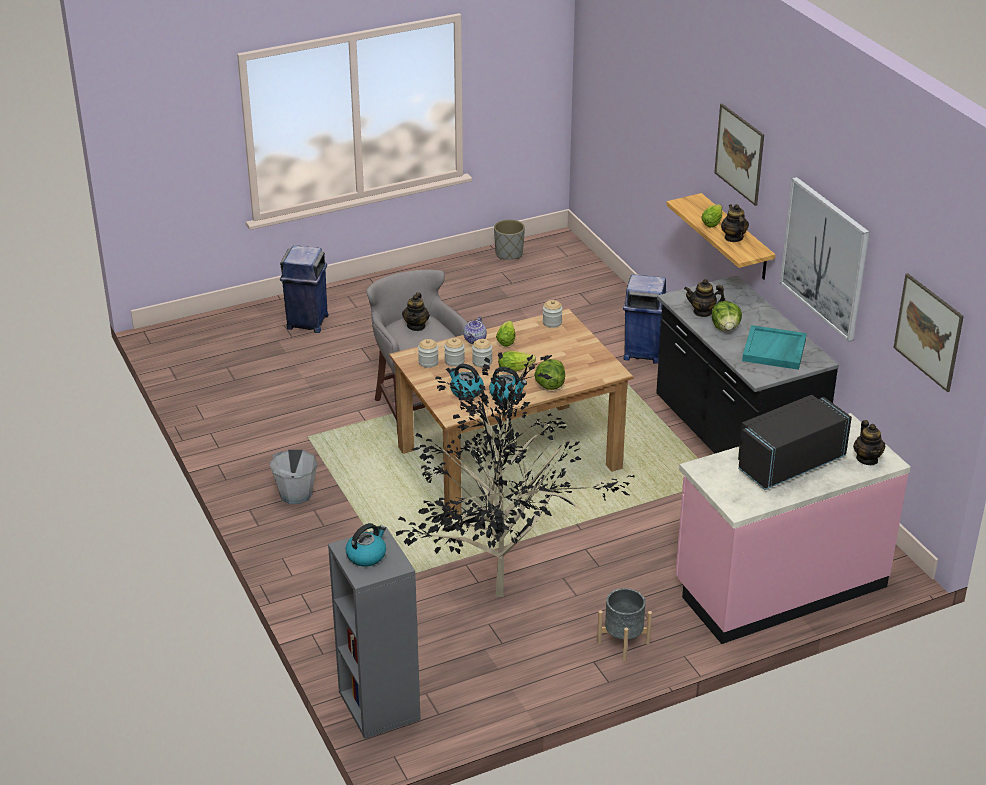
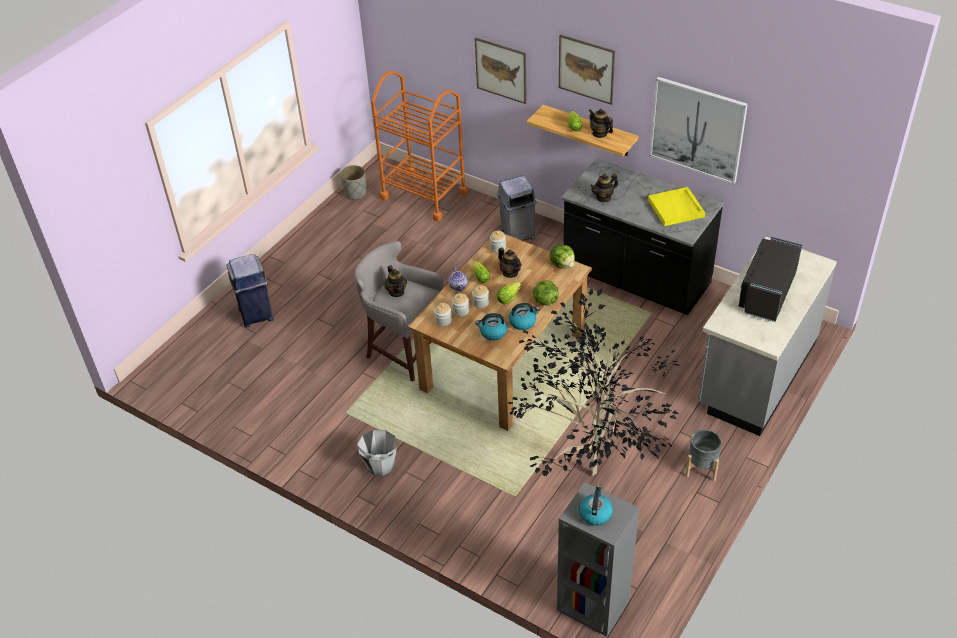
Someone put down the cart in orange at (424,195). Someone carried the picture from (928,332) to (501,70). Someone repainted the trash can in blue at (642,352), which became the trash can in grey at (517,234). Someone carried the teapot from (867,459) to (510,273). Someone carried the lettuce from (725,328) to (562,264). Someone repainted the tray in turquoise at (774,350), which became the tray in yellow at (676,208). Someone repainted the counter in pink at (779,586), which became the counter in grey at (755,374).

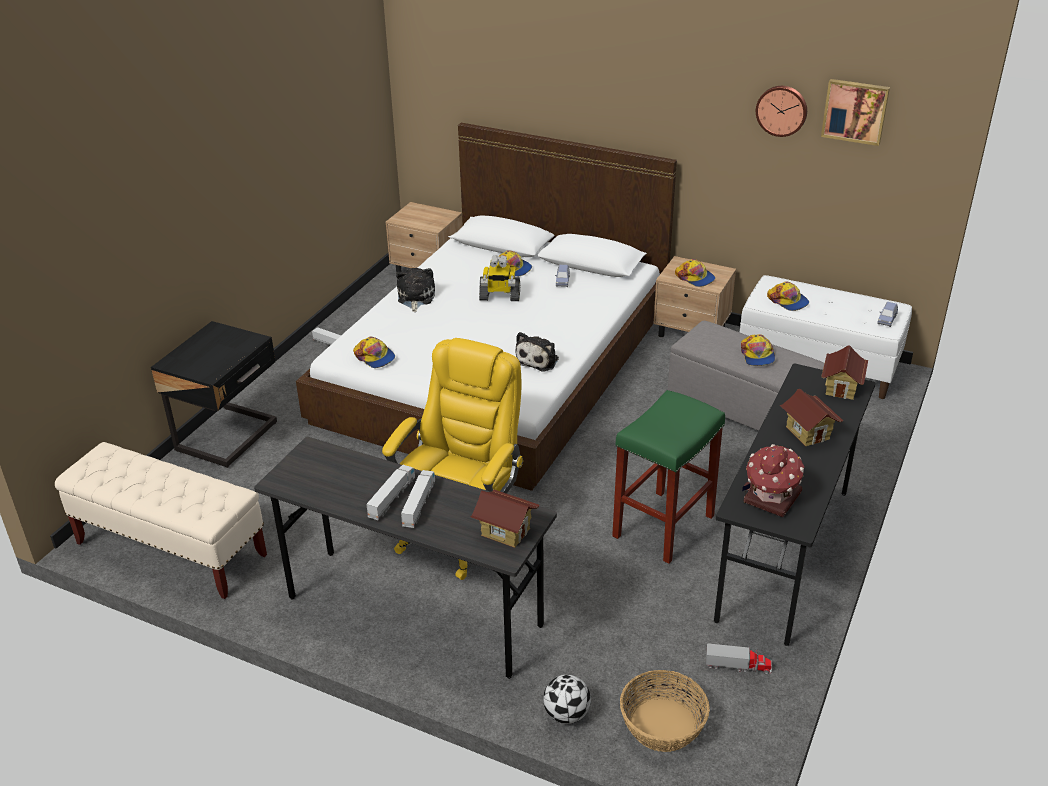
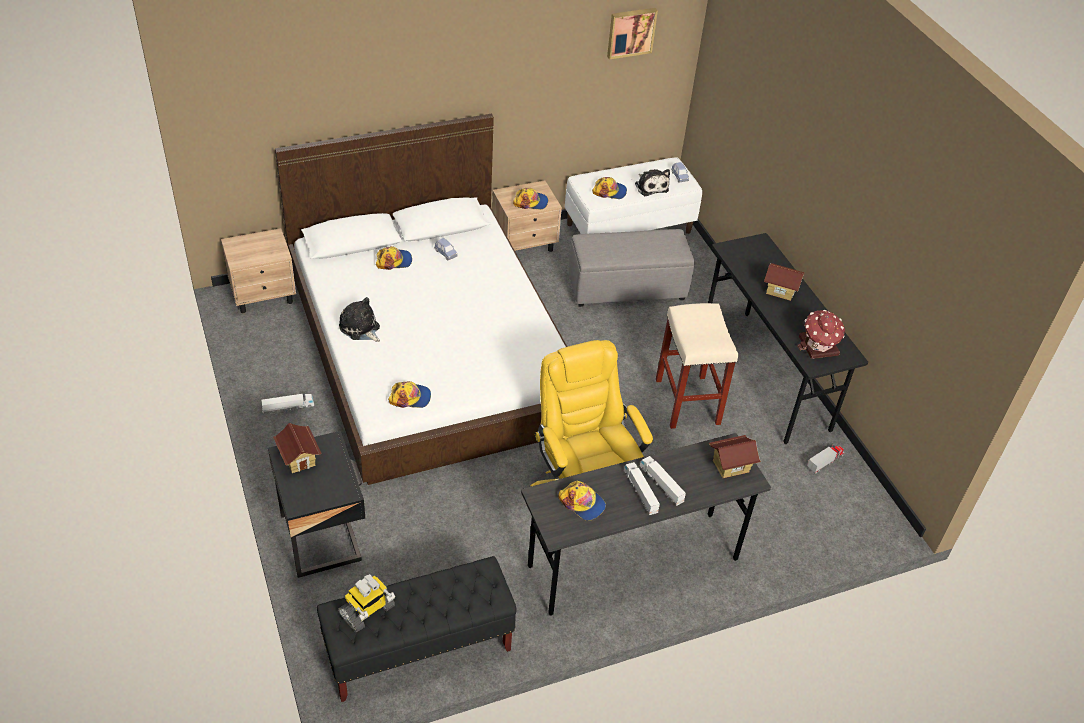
Someone carried the toy house from (841,388) to (299,459). Someone repainted the bench in beige at (171,549), which became the bench in black at (418,649). Someone carried the toy robot from (499,296) to (367,611). Someone carried the cap from (757,355) to (582,503). Someone carried the plush toy from (538,360) to (650,186). Someone repainted the stool in green at (663,525), which became the stool in beige at (686,401). Someone took away the football at (566,714). Someone took away the basket at (662,724). Someone took away the wall clock at (782,110).

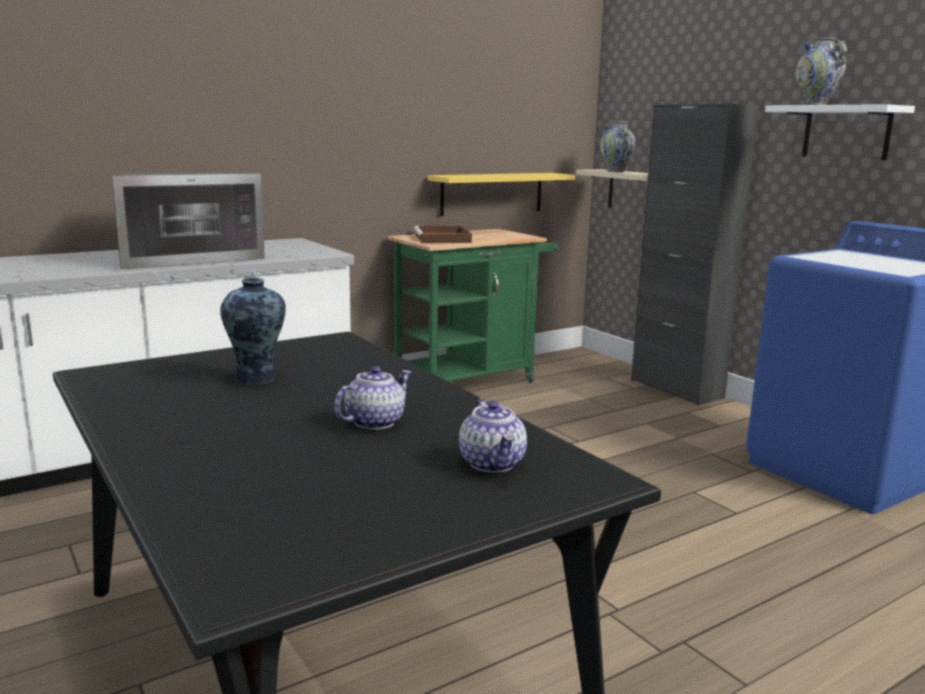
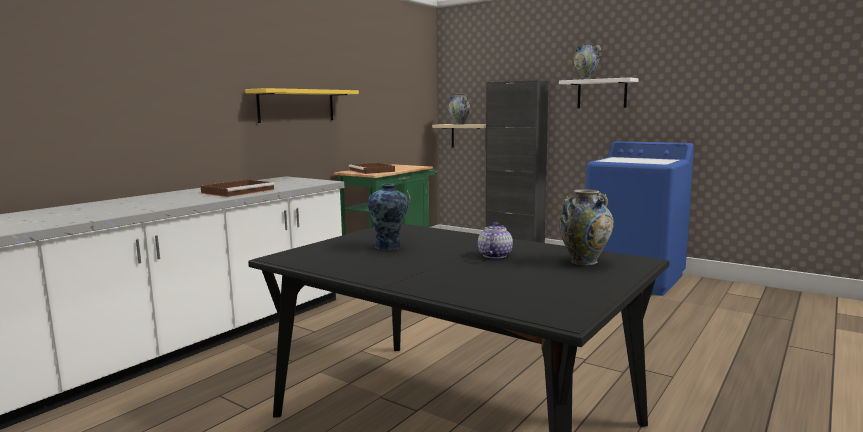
Someone swapped the microwave at (187,258) for the tray in brown at (239,191). Someone carried the shelf in yellow from (492,193) to (296,105). Someone swapped the teapot at (493,463) for the vase at (584,262).

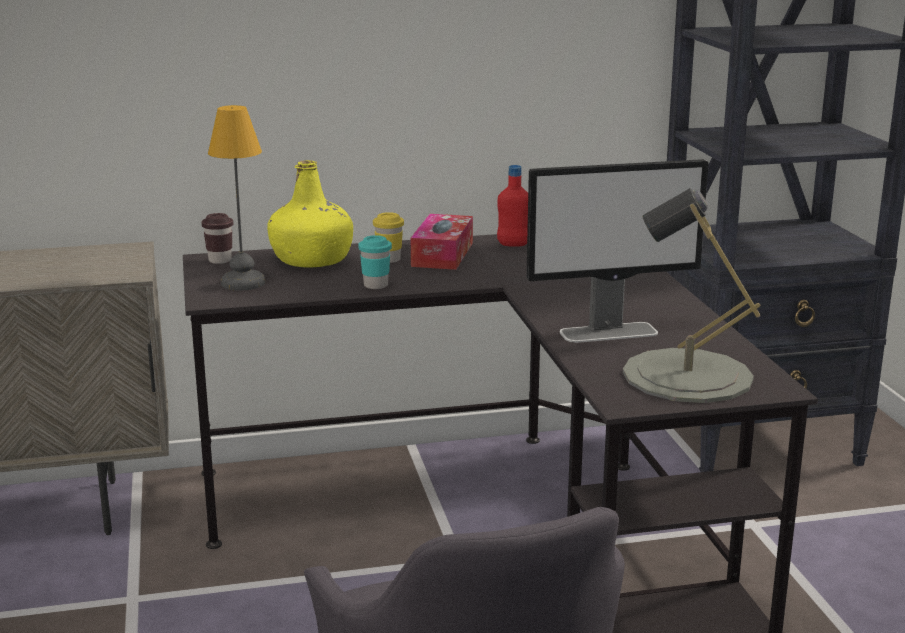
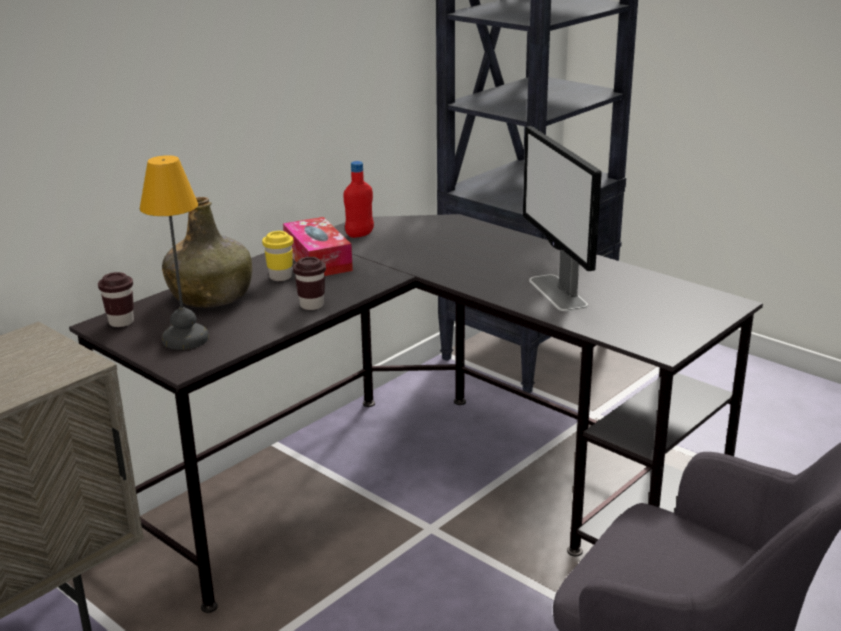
Someone repainted the bottle in yellow at (312,260), which became the bottle in green at (211,296). Someone repainted the cup in turquoise at (376,285), which became the cup in brown at (311,305). Someone rotated the monitor at (609,332) by 120 degrees clockwise. Someone took away the table lamp in grey at (687,376).

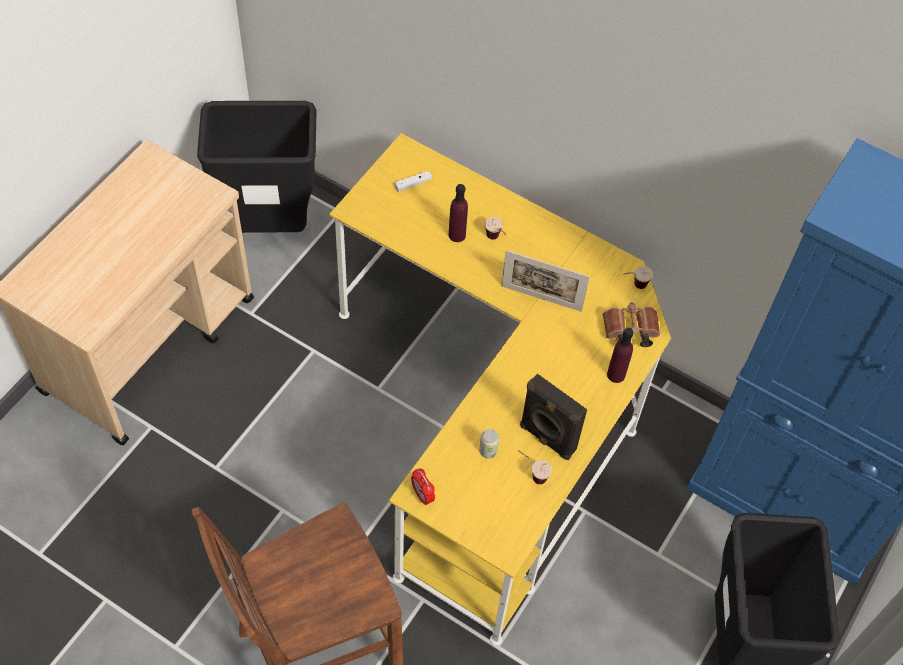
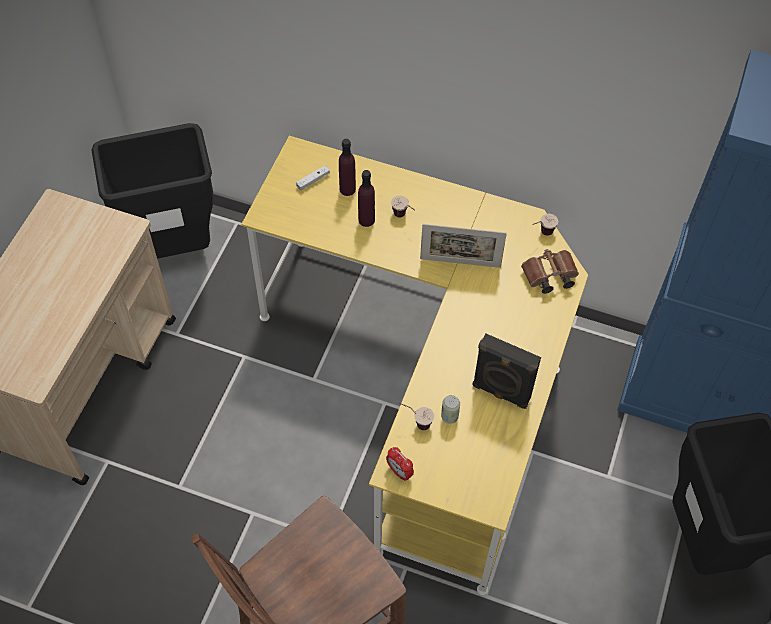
Someone carried the bottle in purple from (616,374) to (347,189). Someone carried the cup from (532,474) to (415,422).

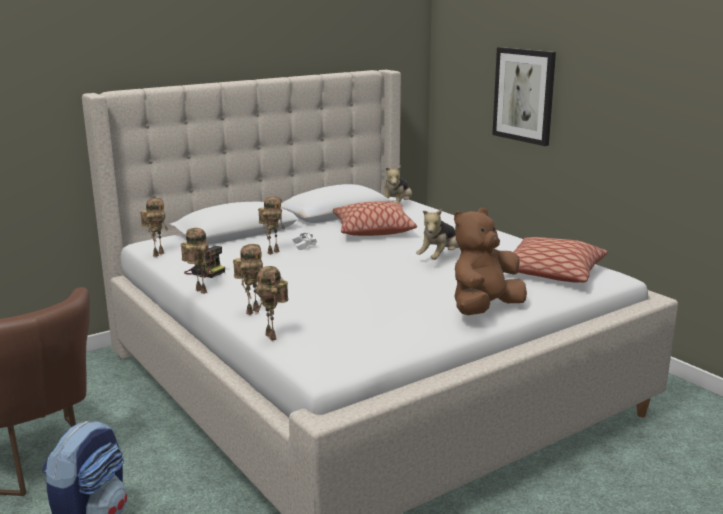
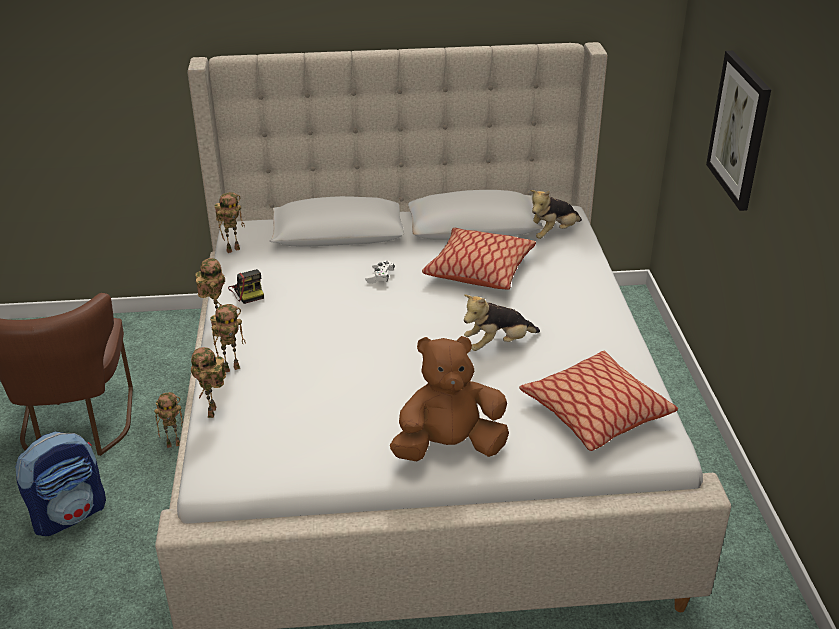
Someone carried the toy robot from (273,252) to (174,444).

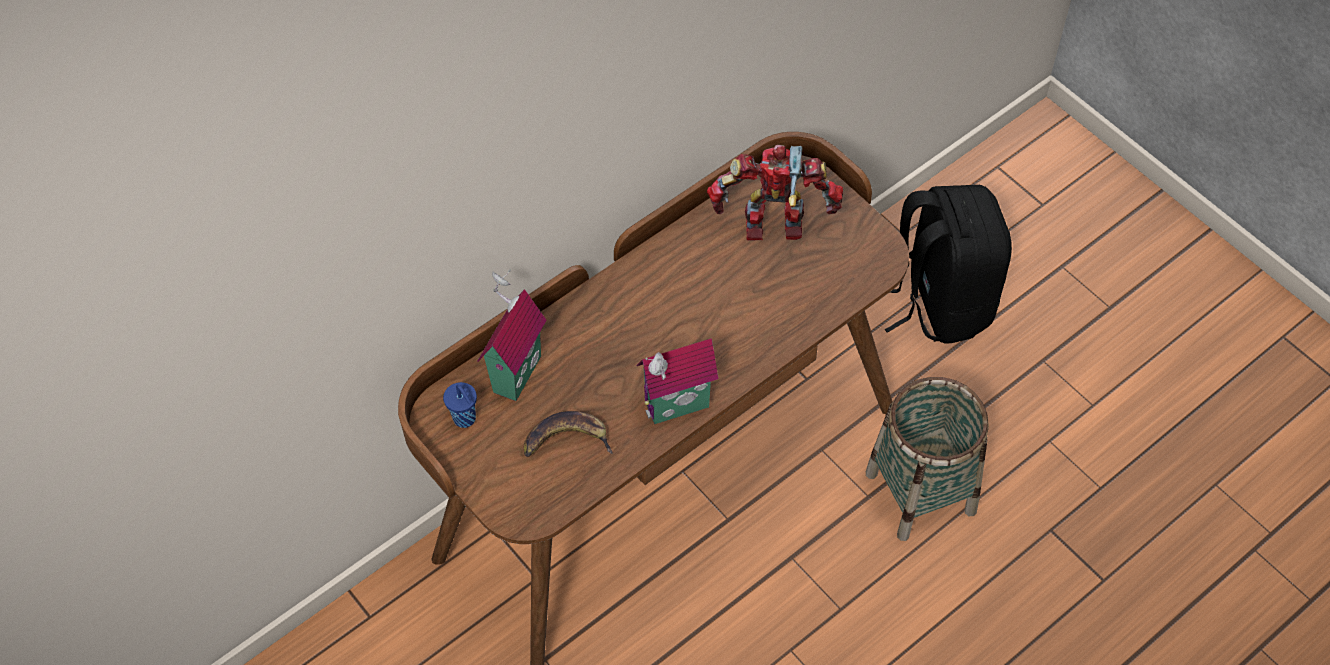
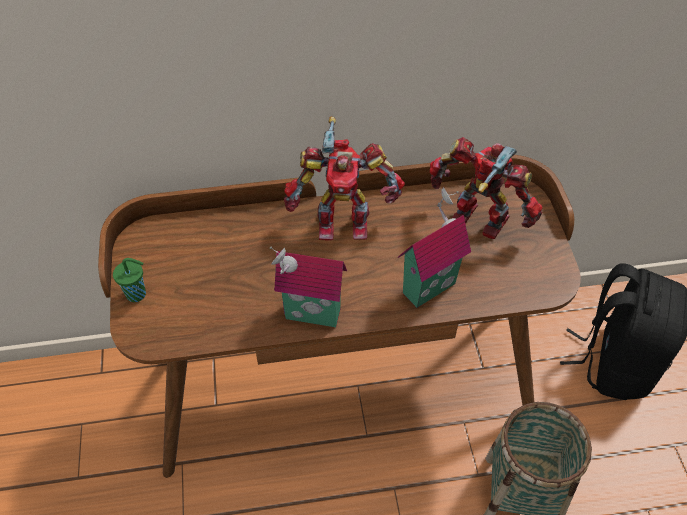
Someone put down the cup in green at (137,294). Someone put down the toy robot at (342,222). Someone carried the toy house from (513,372) to (427,285). Someone took away the cup in blue at (465,419). Someone took away the banana at (567,439).

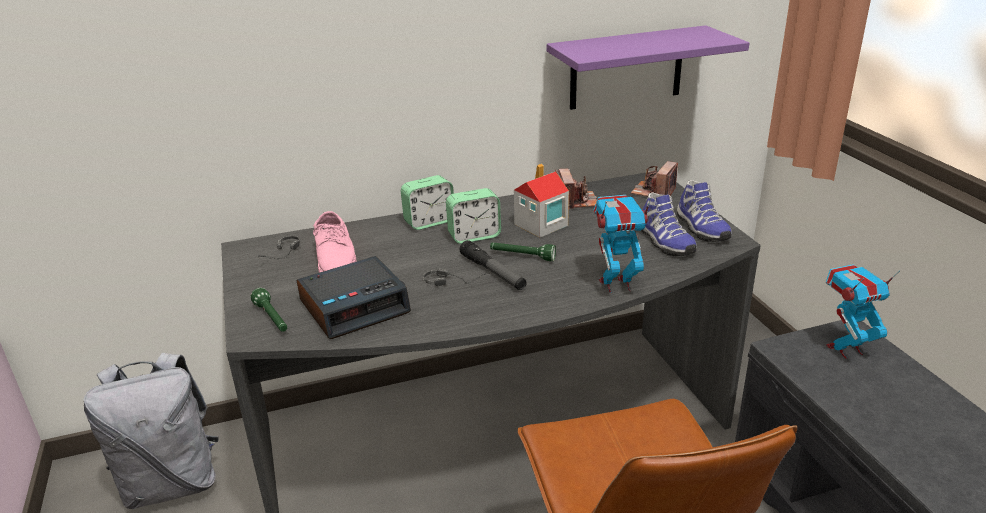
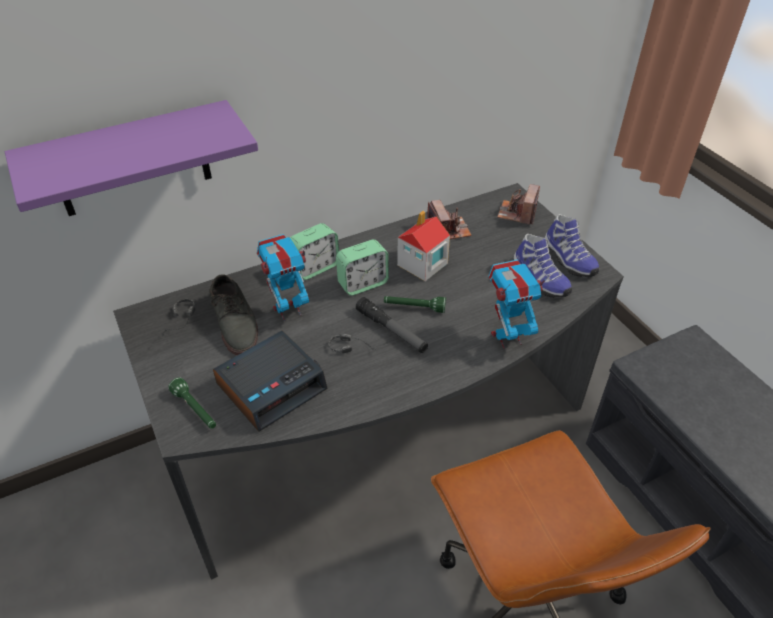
Someone carried the shelf in purple from (626,68) to (132,160). Someone repainted the shoe in pink at (336,257), which became the shoe in grey at (235,322). Someone carried the toy robot from (845,349) to (288,310). Someone took away the backpack in grey at (172,483).

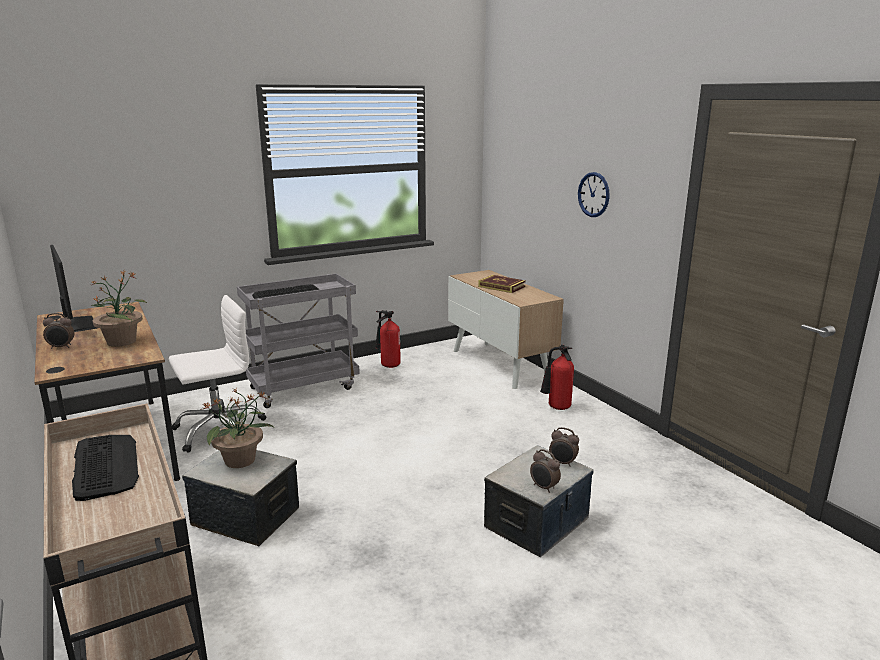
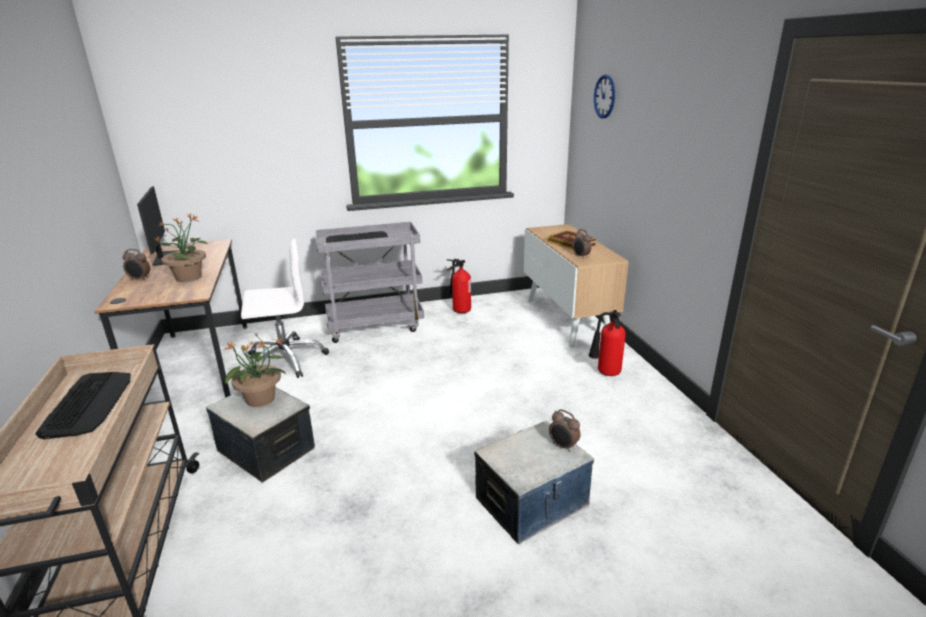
Someone carried the alarm clock from (544,487) to (580,256). Someone carried the wall clock from (593,194) to (604,96).

